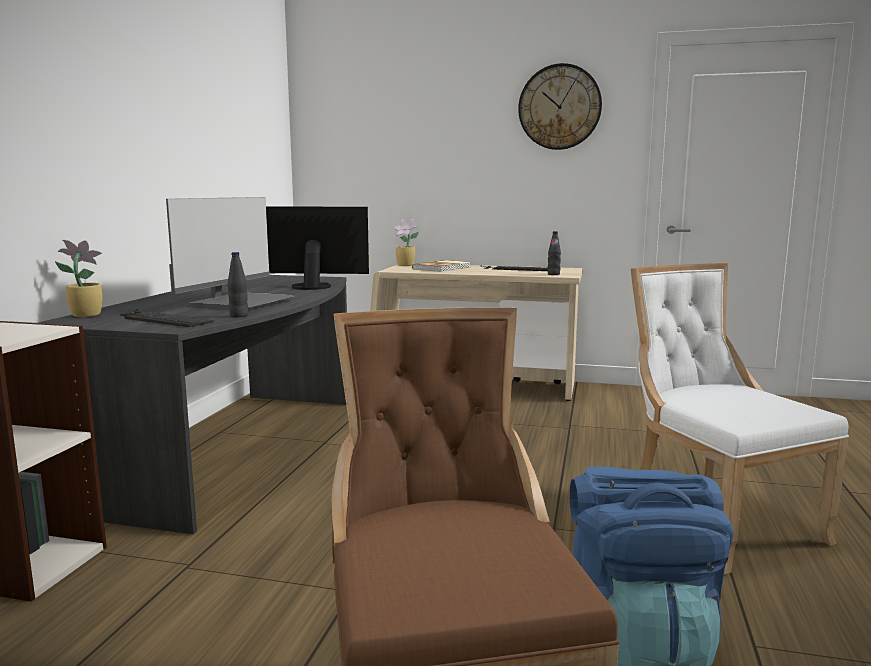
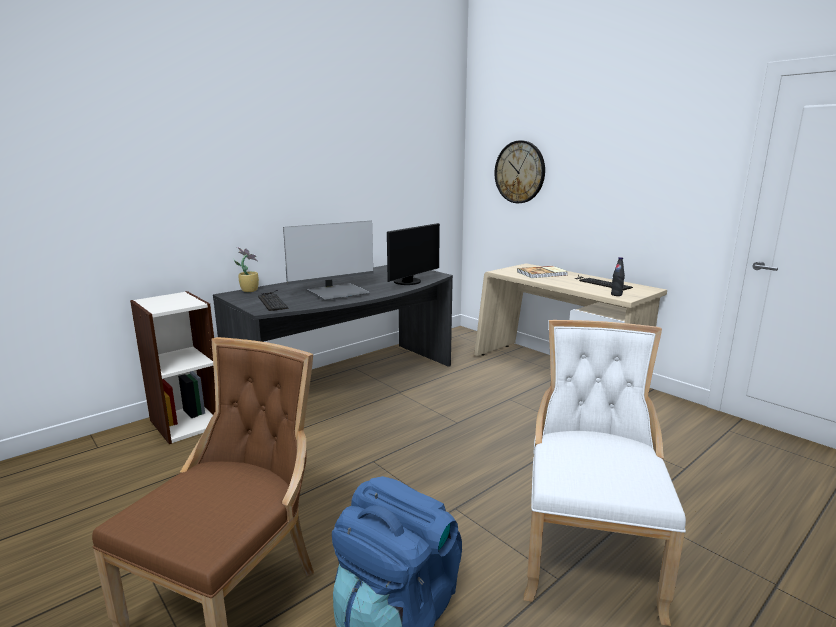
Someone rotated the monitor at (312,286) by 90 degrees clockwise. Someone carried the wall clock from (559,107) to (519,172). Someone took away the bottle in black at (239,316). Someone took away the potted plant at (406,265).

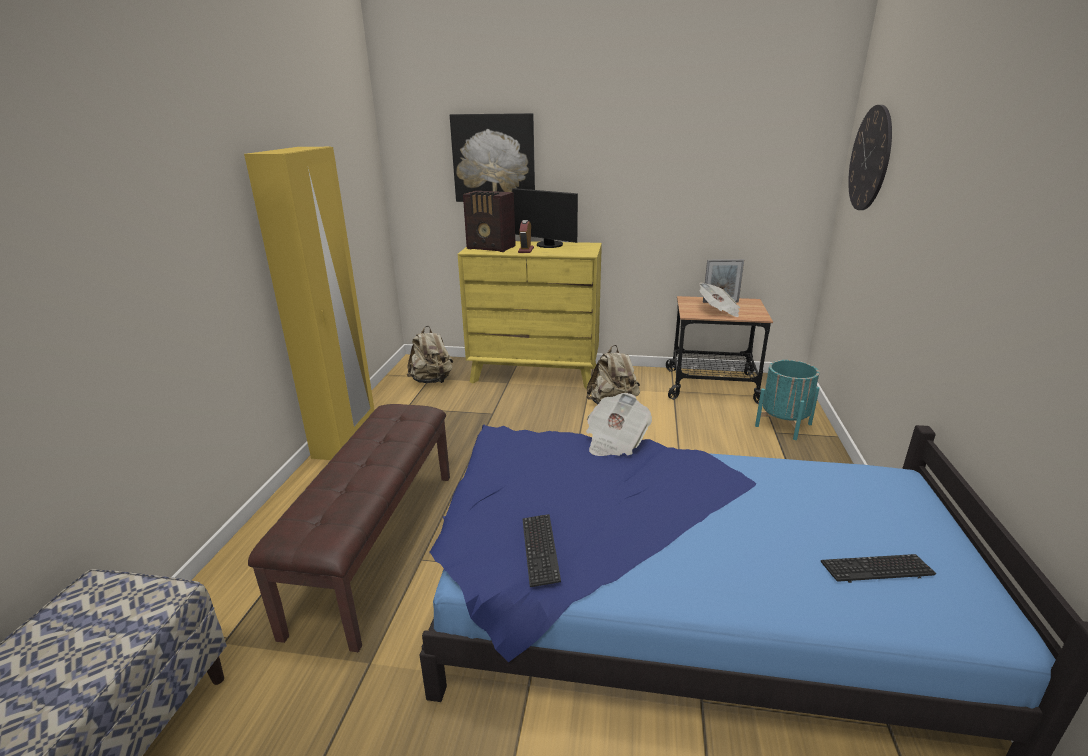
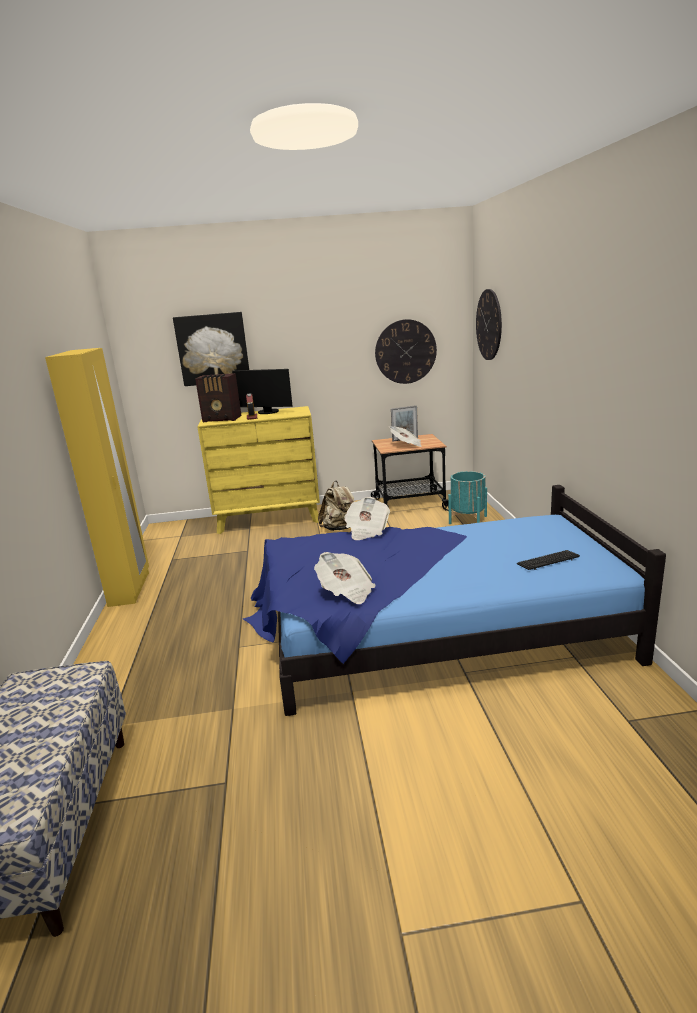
Someone swapped the keyboard at (540,550) for the newspaper at (346,591). Someone put up the wall clock at (405,352). Someone took away the bench in brown at (379,545). Someone took away the backpack in beige at (432,381).

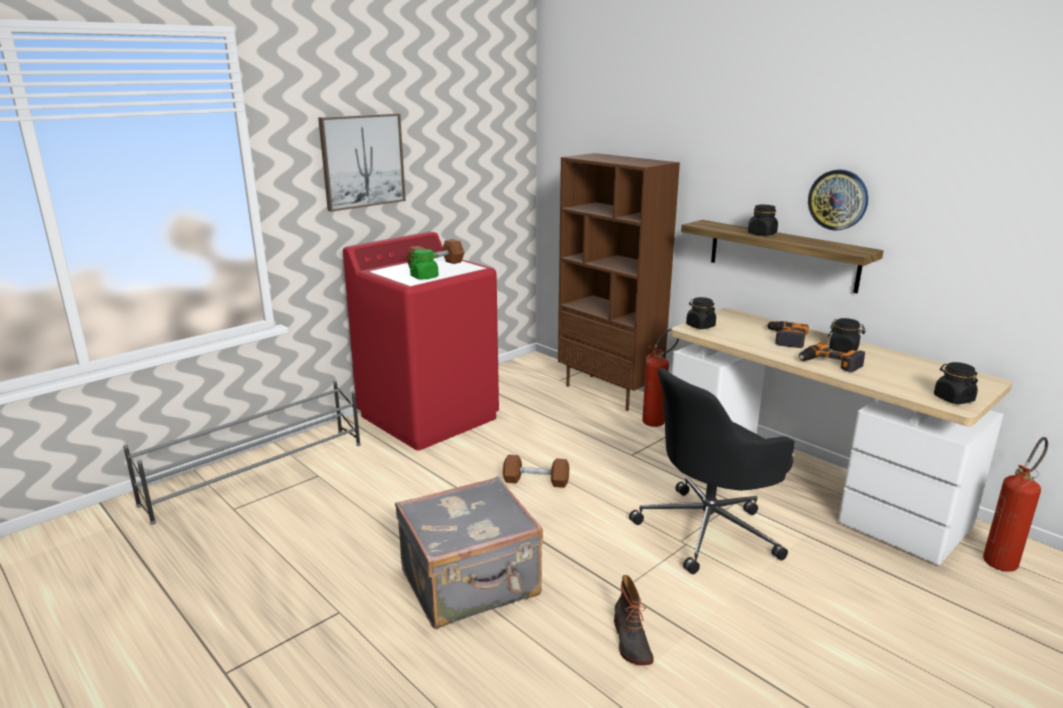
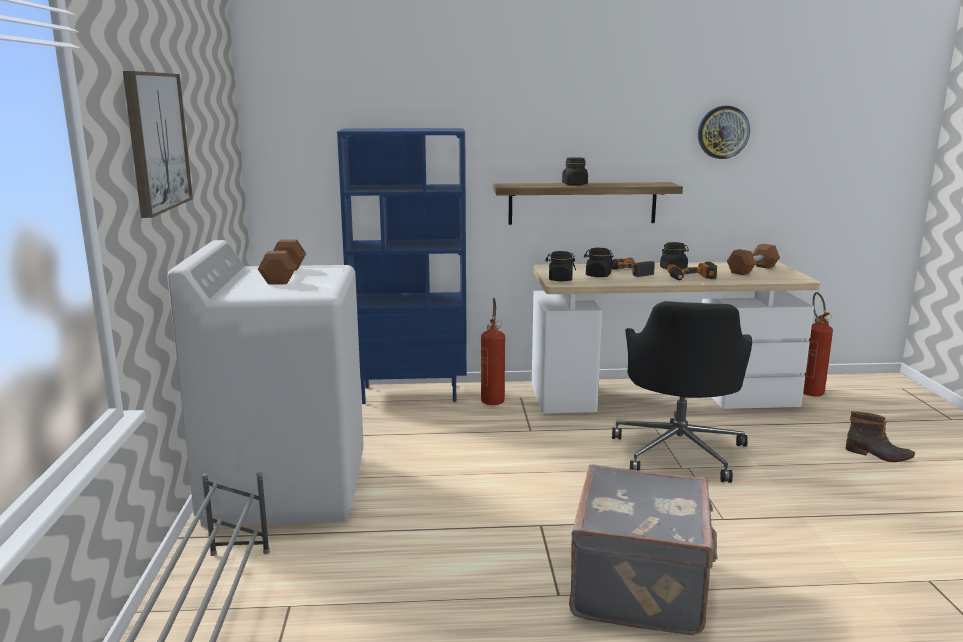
Someone repainted the washing machine in red at (429,417), which became the washing machine in white at (286,487). Someone repainted the bookcase in brown at (610,392), which became the bookcase in blue at (410,393). Someone carried the jar in black from (953,399) to (598,275). Someone carried the wall clock from (838,200) to (723,132). Someone carried the dumbbell in brown from (536,481) to (752,270). Someone carried the boot from (630,641) to (878,455). Someone took away the jar in green at (424,277).

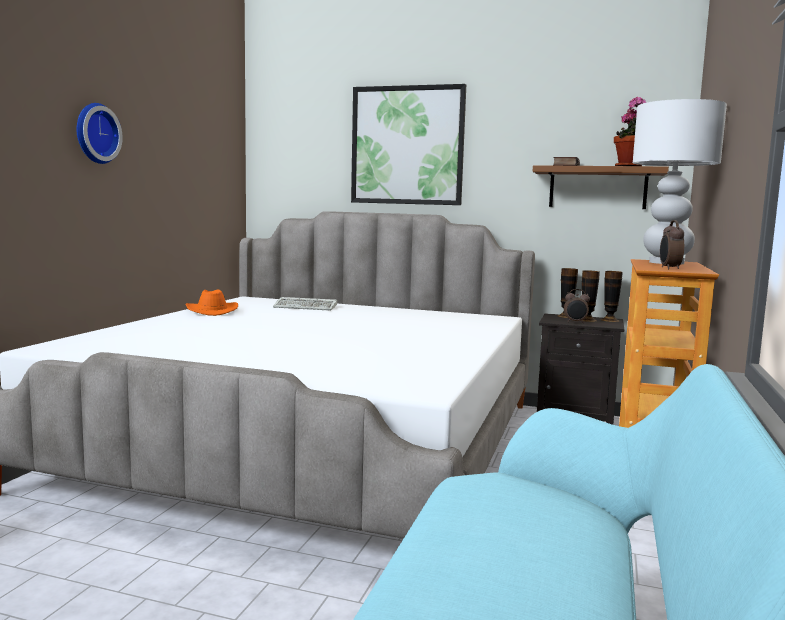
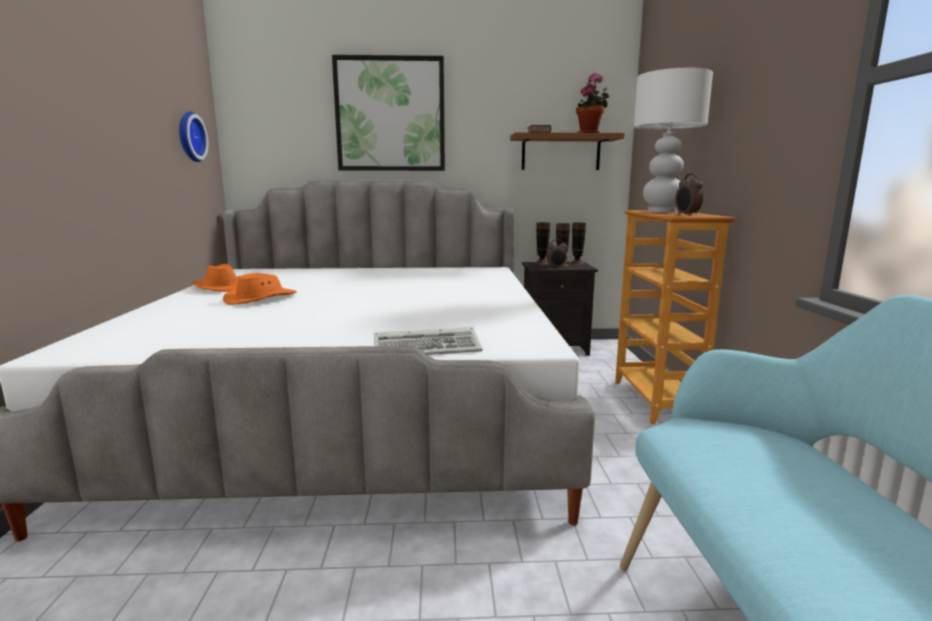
Someone carried the wall clock from (94,133) to (189,137). Someone put down the hat in orange at (261,298). Someone carried the keyboard from (307,307) to (429,347).

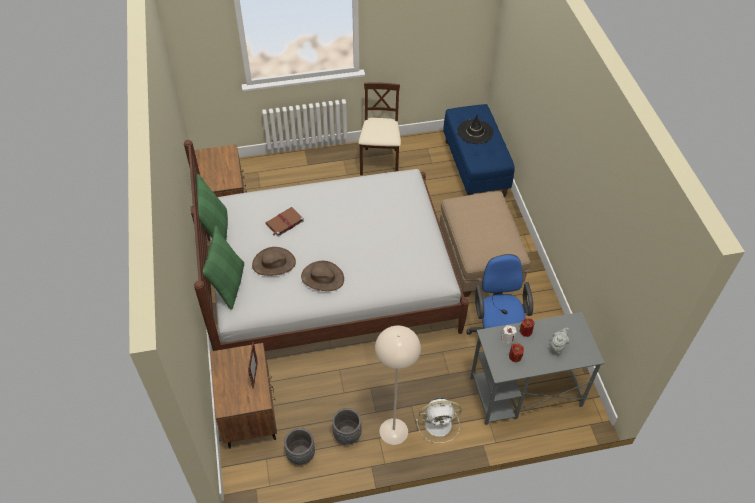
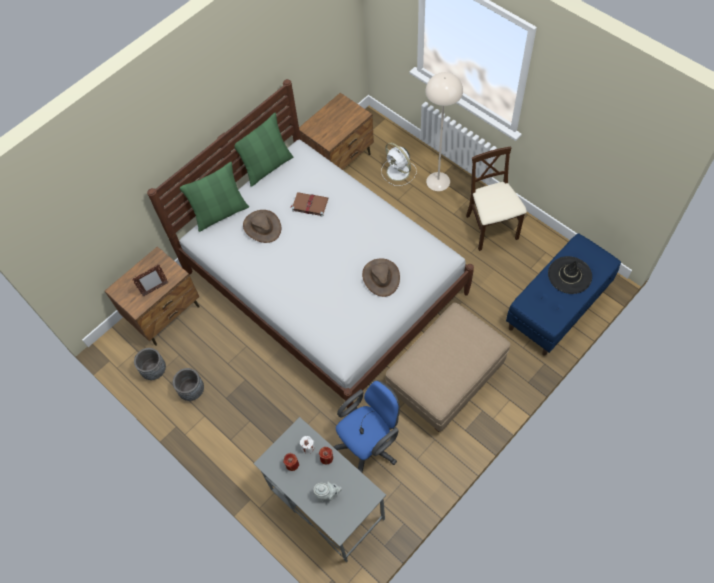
Someone carried the hat in brown from (322,278) to (381,277). Someone carried the fan in white from (439,424) to (399,172). Someone carried the floor lamp in beige from (394,431) to (438,181). Someone rotated the chair in beige at (380,163) by 75 degrees counterclockwise.

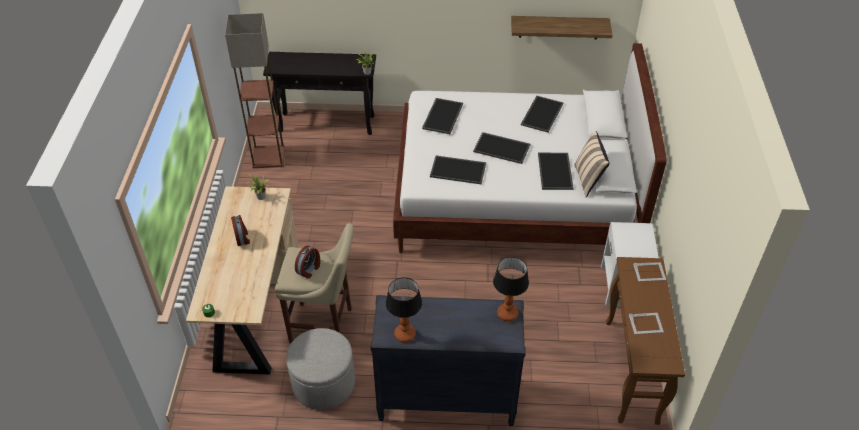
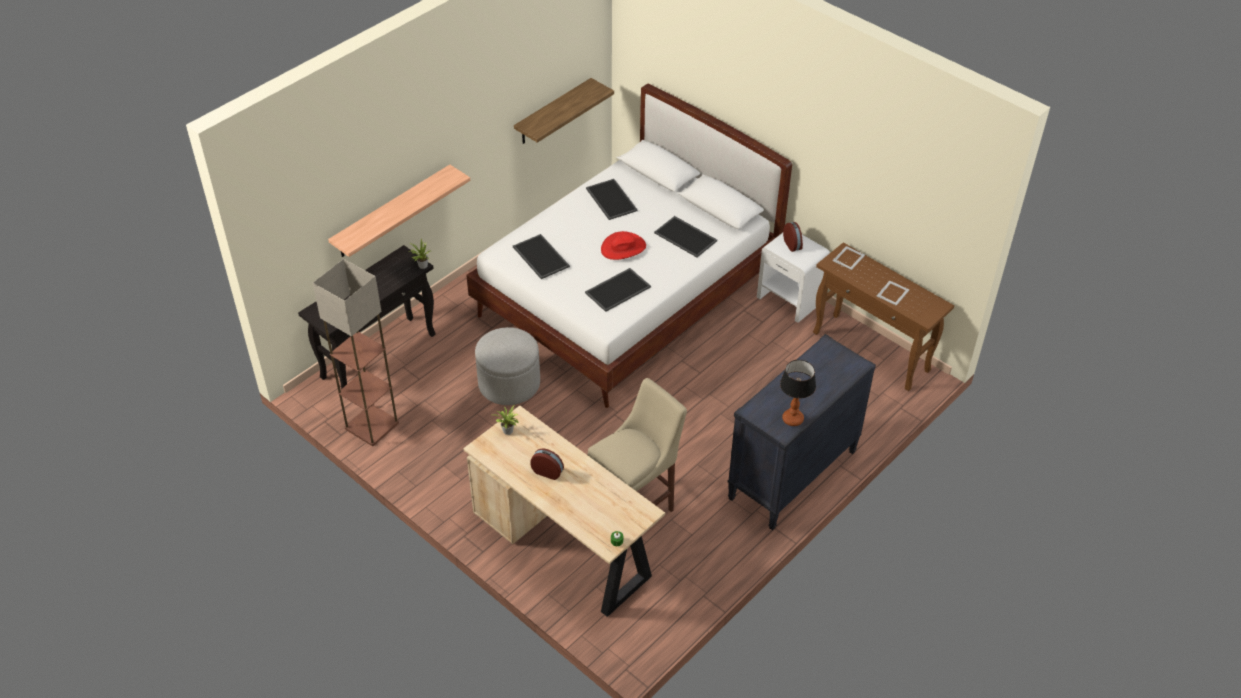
Someone put up the shelf at (392,212). Someone carried the ottoman in grey from (323,383) to (509,383). Someone swapped the tray at (502,148) for the hat in red at (623,247). Someone carried the alarm clock from (309,269) to (793,245). Someone took away the table lamp at (507,314). Someone took away the pillow in beige at (588,180).

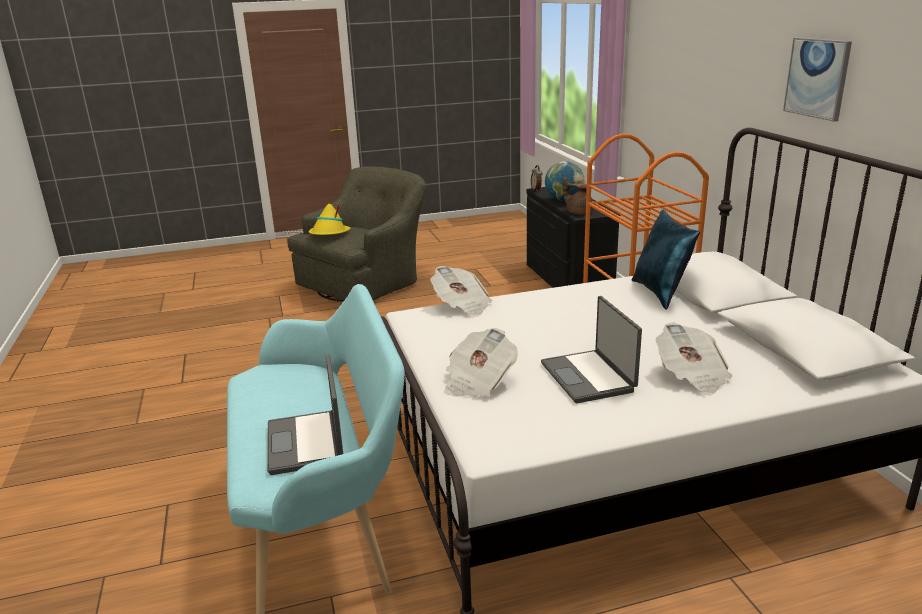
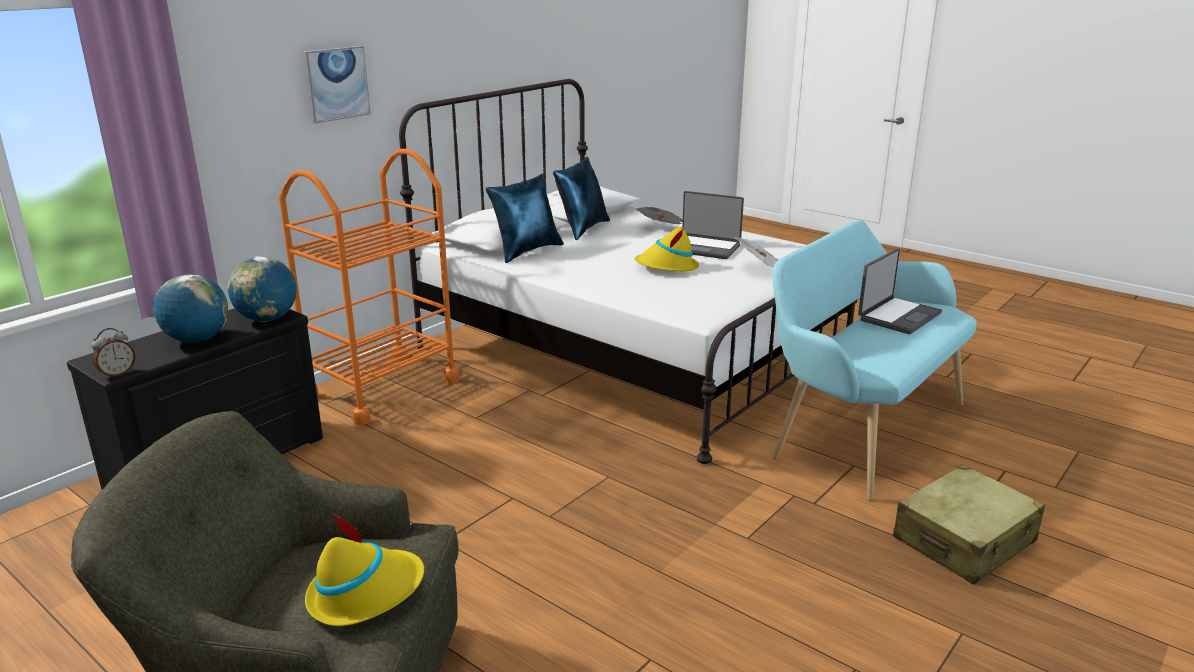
Someone swapped the teapot in brown at (579,212) for the globe at (267,319). Someone carried the picture from (817,78) to (336,83). Someone put down the pillow in blue at (582,229). Someone put down the hat in yellow at (667,267). Someone rotated the laptop at (589,377) by 75 degrees clockwise. Someone put down the suitcase in beige at (964,540). Someone took away the newspaper at (462,306).

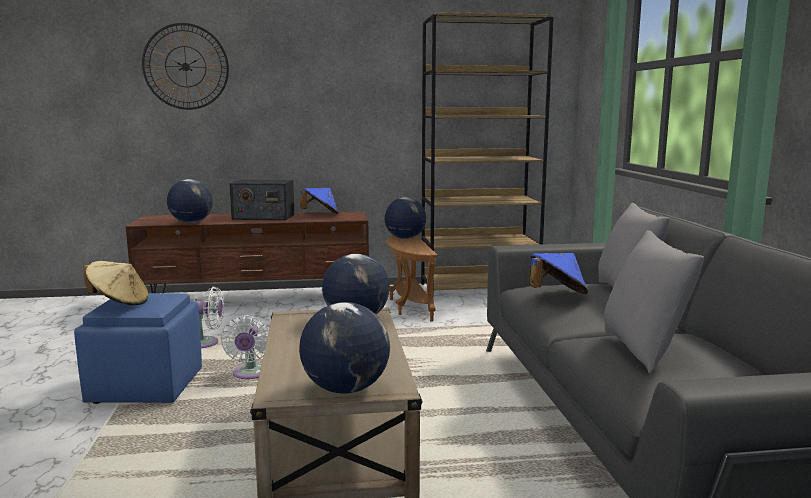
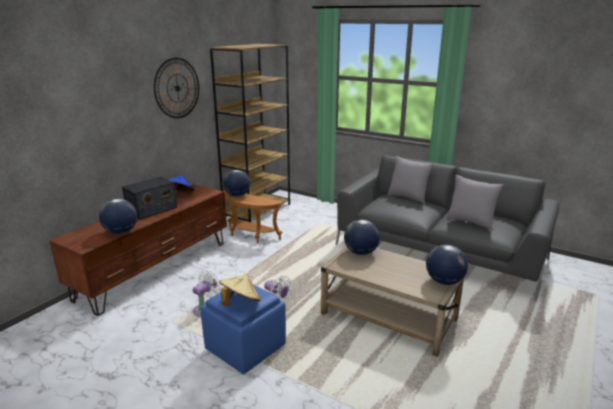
Someone carried the wall clock from (185,66) to (177,88). Someone took away the hat in blue at (557,294).

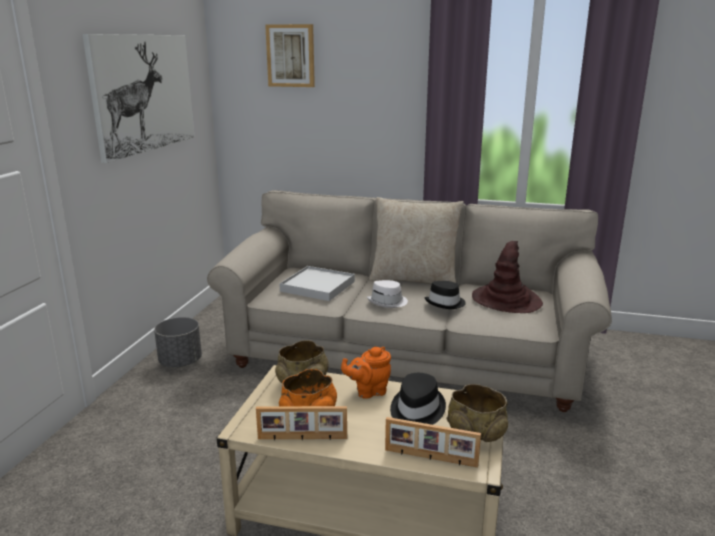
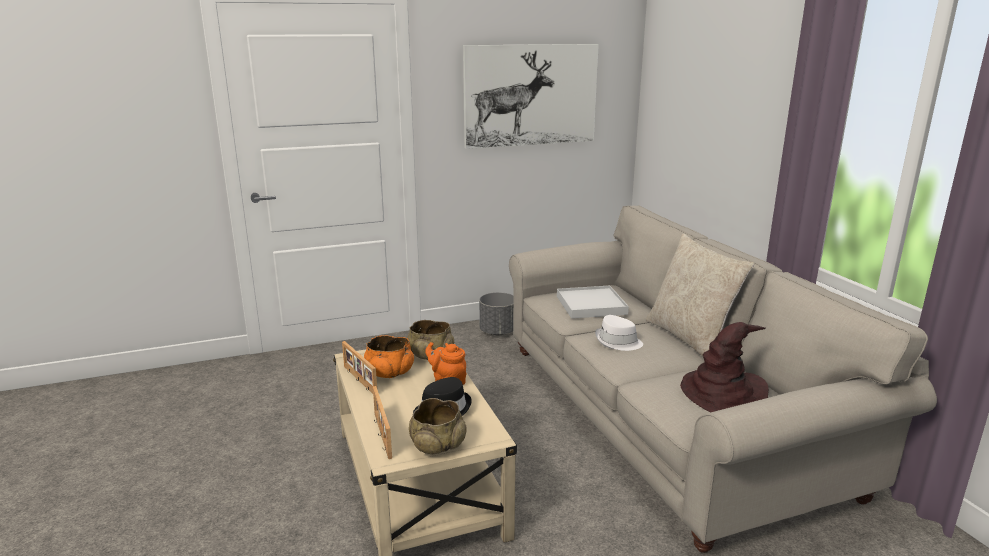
Someone took away the picture at (291,56). Someone took away the hat in black at (445,303).

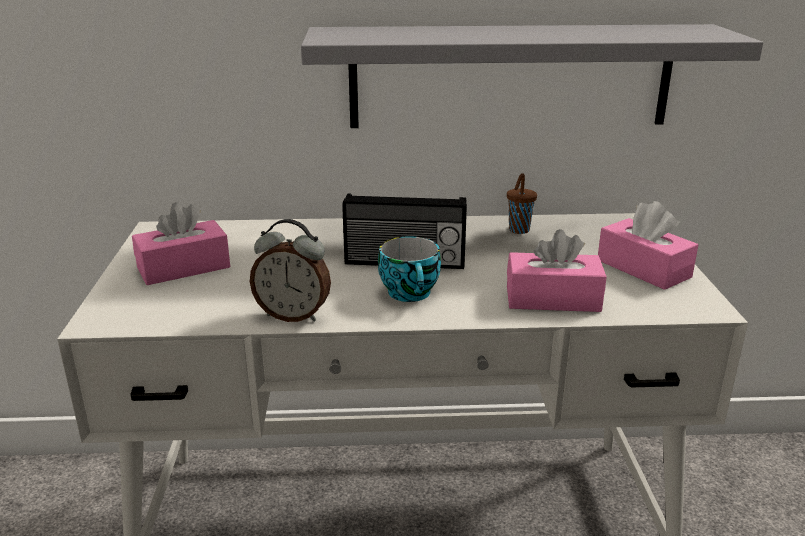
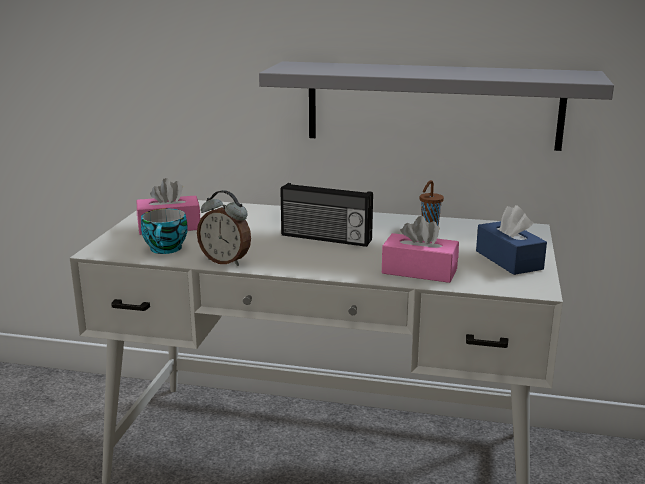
Someone carried the cup from (411,293) to (166,249). Someone repainted the tissue box in pink at (643,268), which became the tissue box in blue at (508,260).

